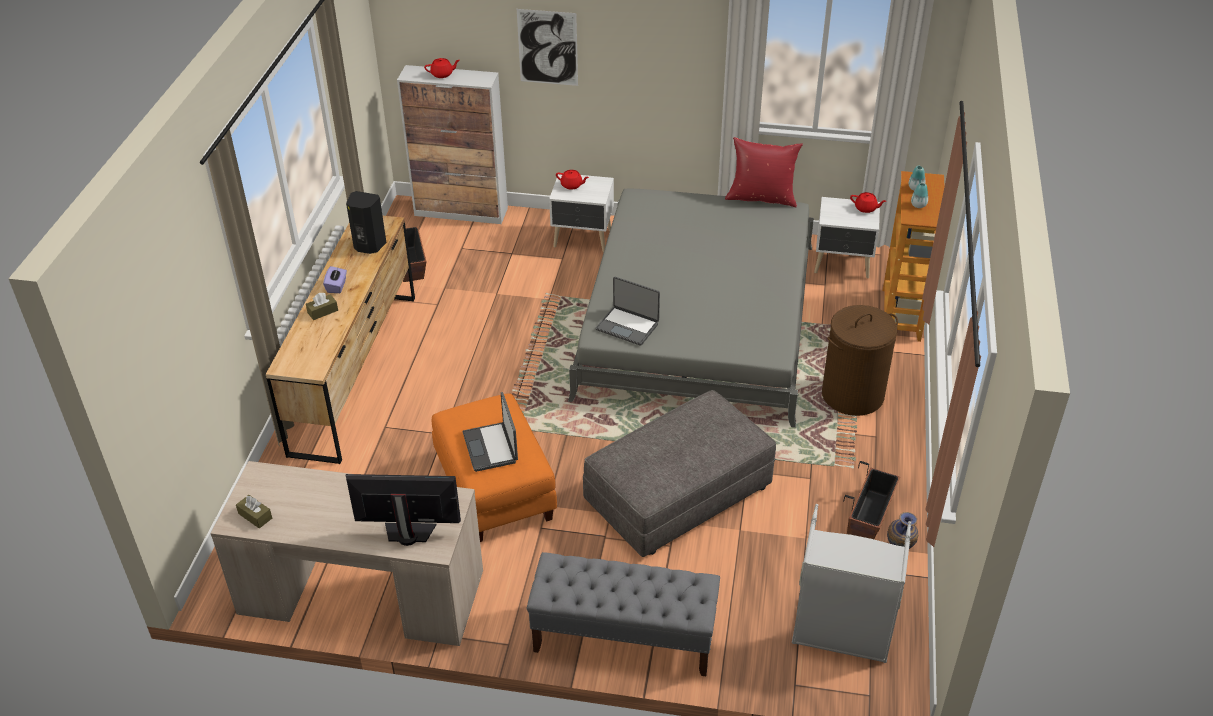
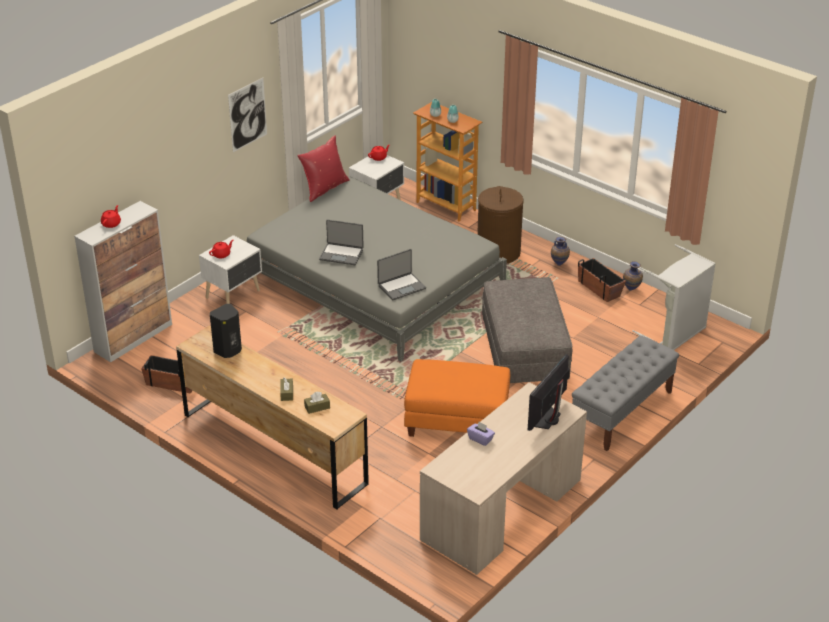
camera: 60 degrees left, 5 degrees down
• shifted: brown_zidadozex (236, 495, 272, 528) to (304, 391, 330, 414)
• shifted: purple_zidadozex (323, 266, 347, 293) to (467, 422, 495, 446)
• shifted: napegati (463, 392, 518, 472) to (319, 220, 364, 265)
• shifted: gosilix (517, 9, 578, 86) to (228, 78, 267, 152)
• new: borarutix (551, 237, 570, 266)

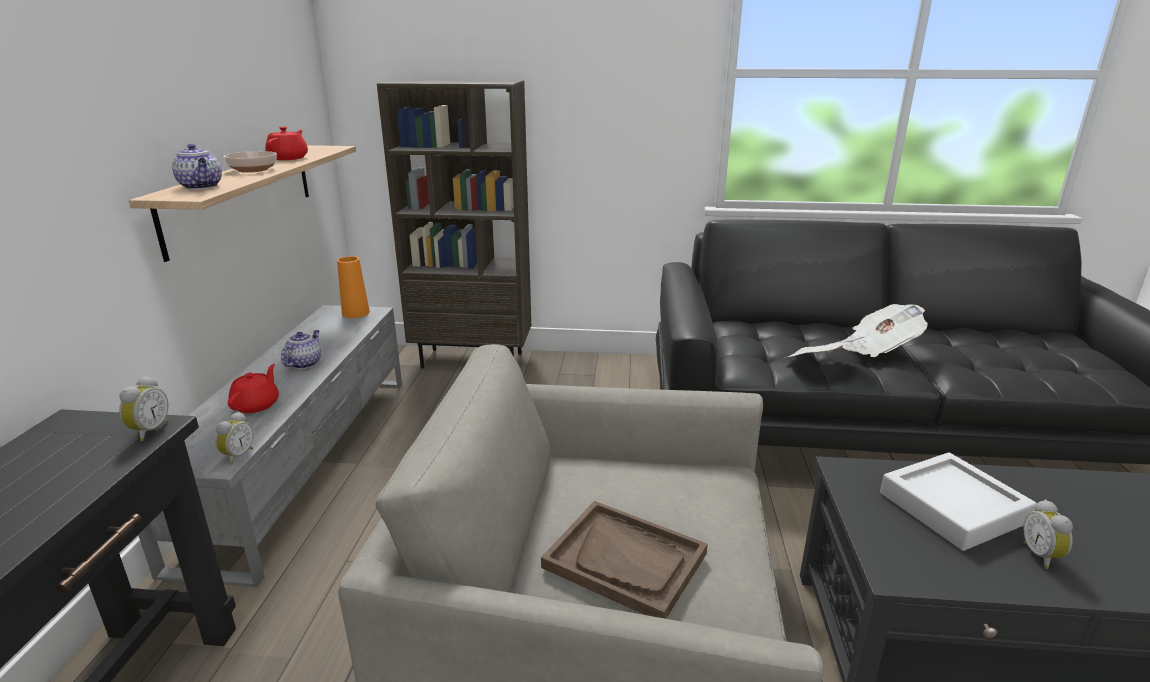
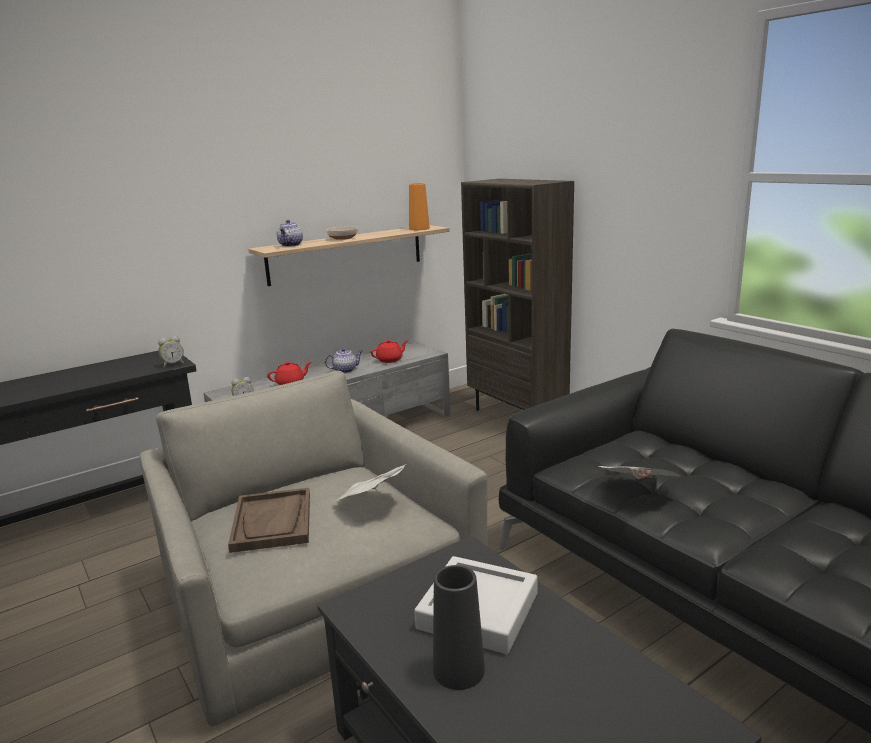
camera: 50 degrees right, 5 degrees down
• shifted: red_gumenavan (265, 127, 308, 160) to (371, 340, 408, 363)
• shifted: orange_borarutix (337, 256, 370, 318) to (409, 183, 430, 230)
• shifted: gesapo (842, 304, 928, 357) to (333, 464, 406, 502)
• swapped: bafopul (1023, 500, 1073, 569) to black_borarutix (433, 565, 485, 690)

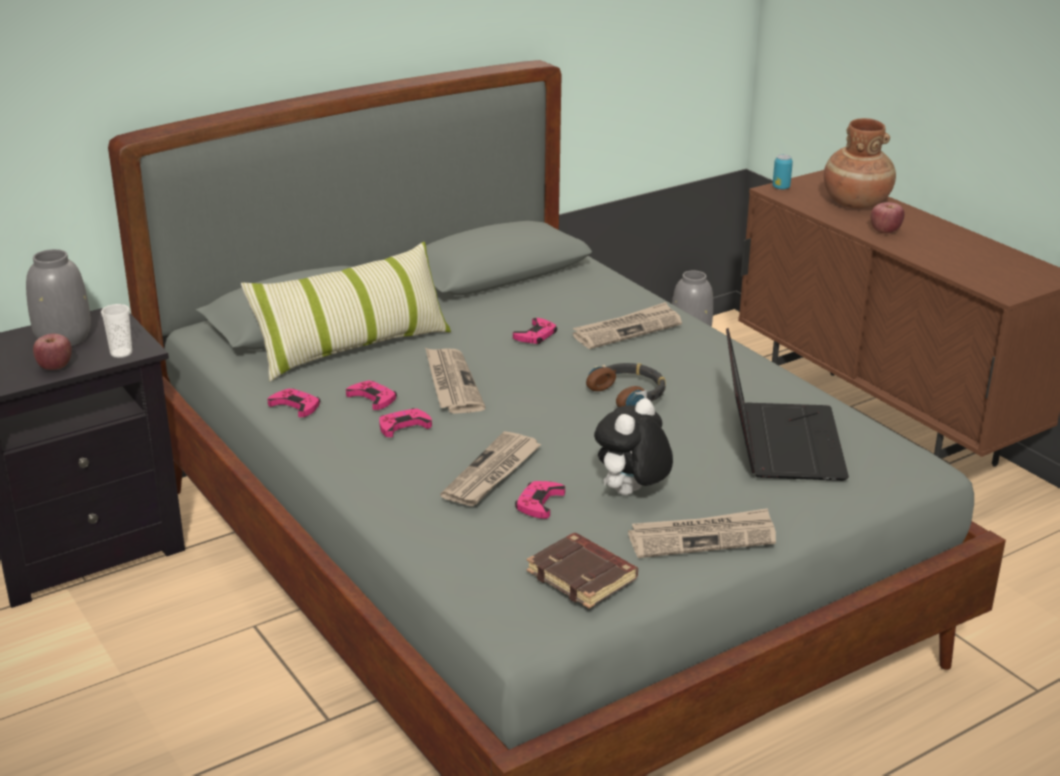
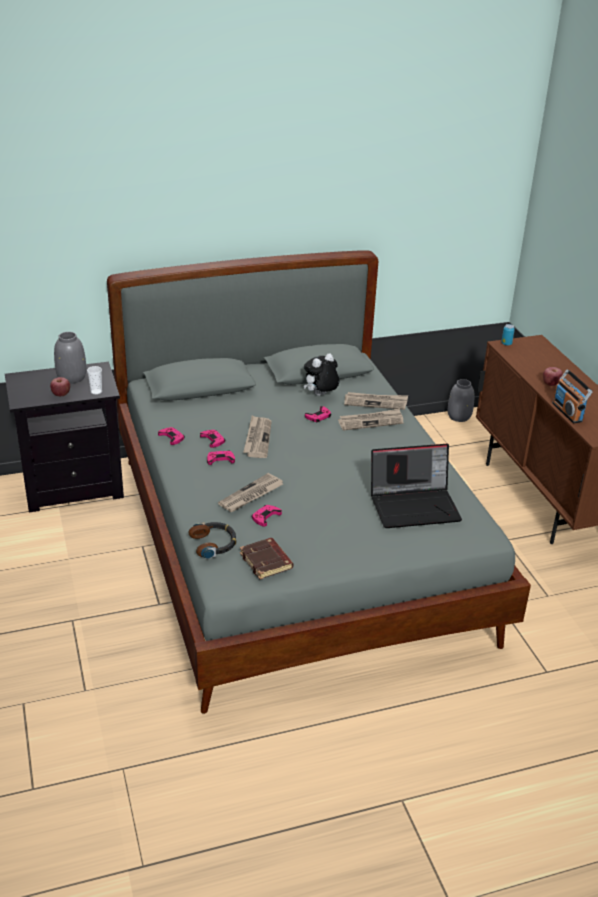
camera: 15 degrees right, 5 degrees up
• gone: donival (241, 242, 451, 382)
• shifted: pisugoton (586, 363, 666, 407) to (189, 522, 236, 559)
• shifted: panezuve (594, 398, 673, 495) to (304, 353, 339, 396)
• shifted: gesapo (628, 508, 776, 558) to (344, 392, 408, 410)
• rotated: napegati (726, 328, 849, 481) = (371, 444, 462, 528) 60 degrees clockwise
• gone: brown_borarutix (824, 118, 896, 208)
• new: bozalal (552, 370, 593, 423)

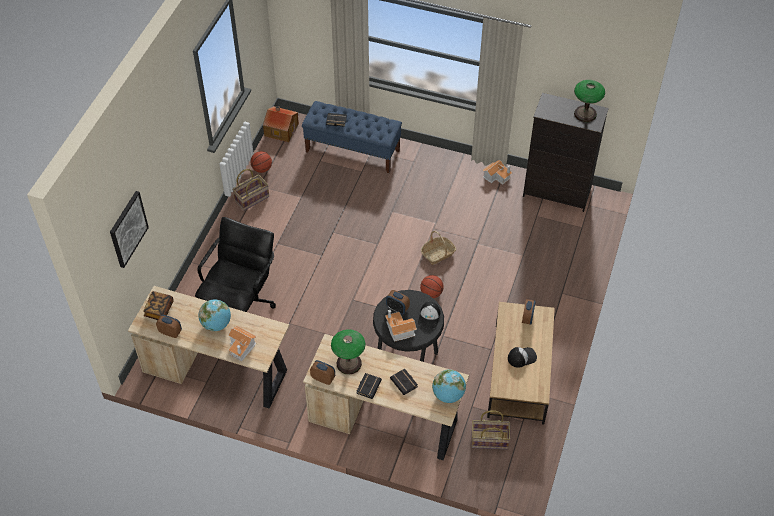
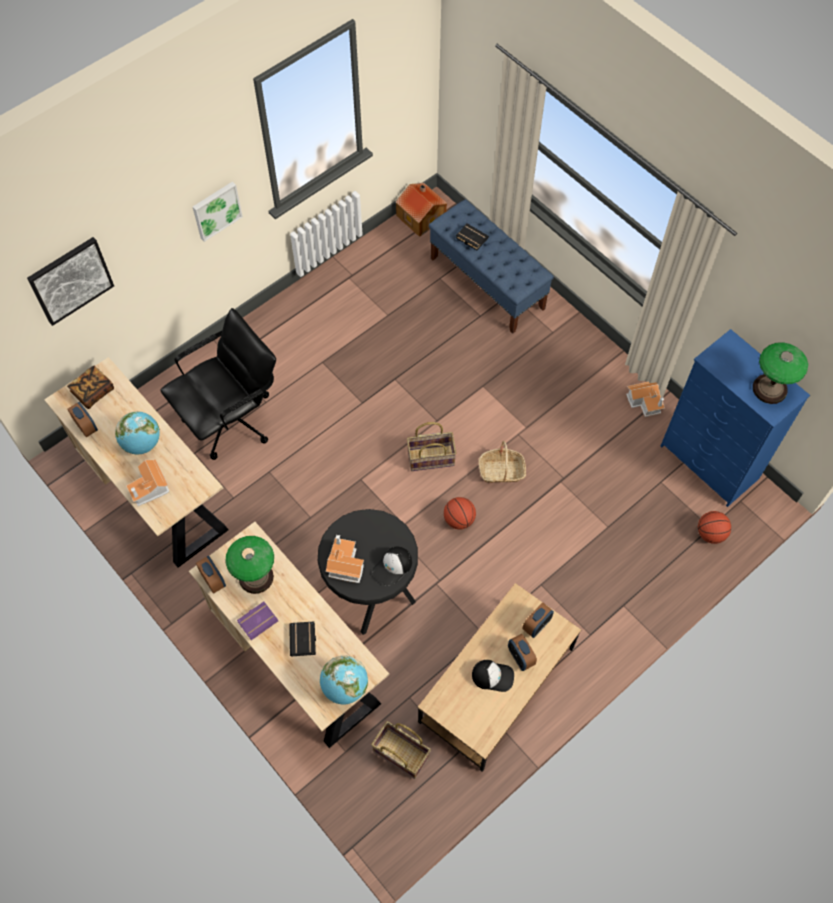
camera: 30 degrees right, 10 degrees up
• shifted: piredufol (233, 169, 269, 211) to (407, 422, 456, 471)
• shifted: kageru (250, 151, 272, 173) to (698, 511, 731, 544)
• repainted: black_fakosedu (356, 373, 382, 399) to purple_fakosedu (237, 602, 278, 640)
• shifted: bafopul (386, 290, 410, 314) to (508, 634, 537, 671)
• repainted: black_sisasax (523, 93, 609, 212) to blue_sisasax (661, 329, 810, 507)
• new: gosilix (193, 181, 243, 242)

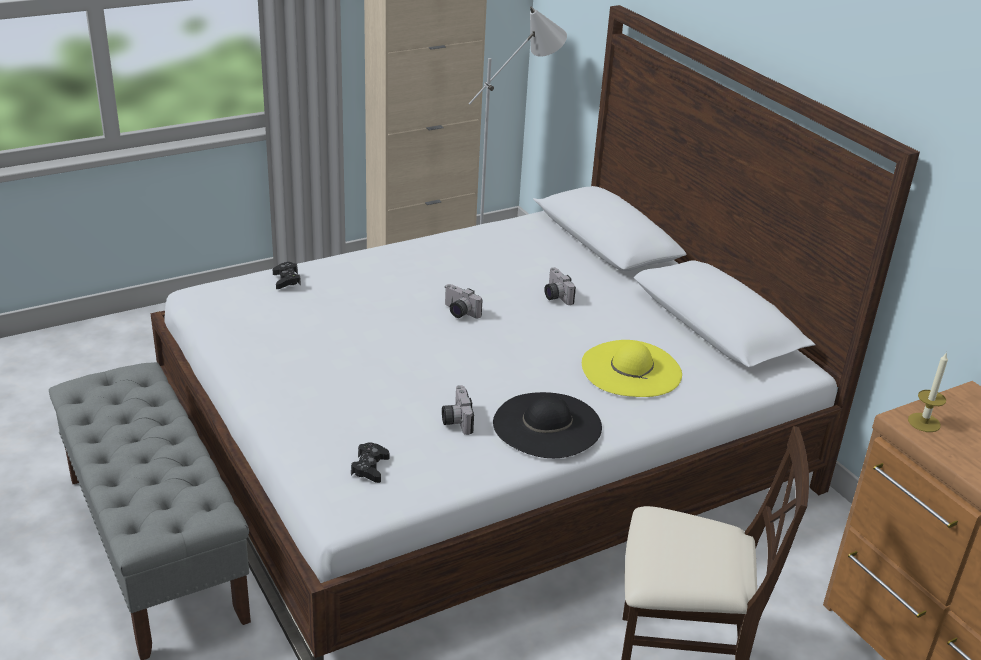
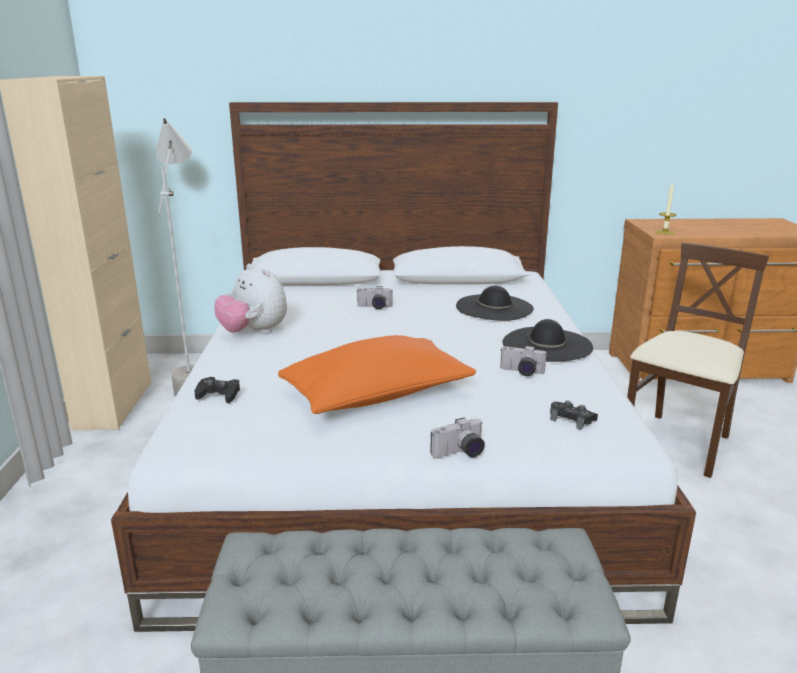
camera: 60 degrees left, 10 degrees down
• shifted: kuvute (445, 284, 482, 318) to (430, 418, 485, 458)
• repainted: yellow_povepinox (582, 340, 682, 397) to black_povepinox (456, 286, 534, 321)
• new: panezuve (214, 264, 287, 334)
• new: orange_donival (278, 335, 476, 414)

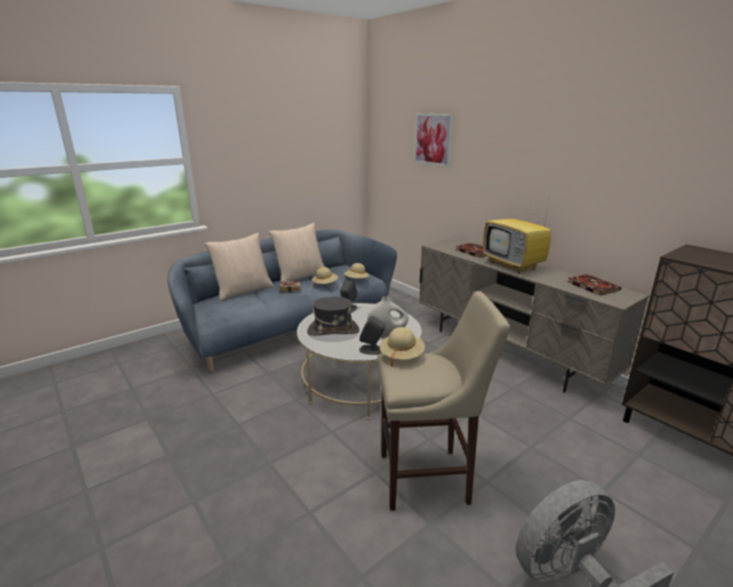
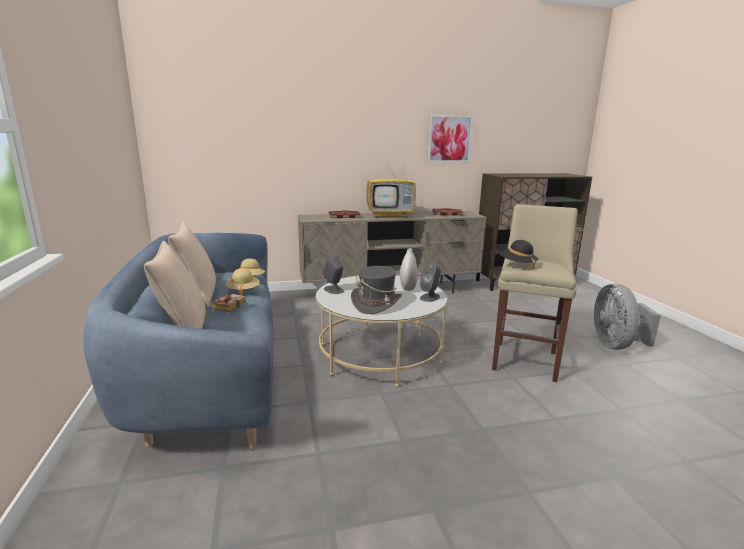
camera: 65 degrees left, 5 degrees down
• repainted: beige_povepinox (380, 327, 425, 367) to black_povepinox (499, 240, 538, 270)
• shifted: gosilix (414, 114, 453, 167) to (427, 115, 474, 163)

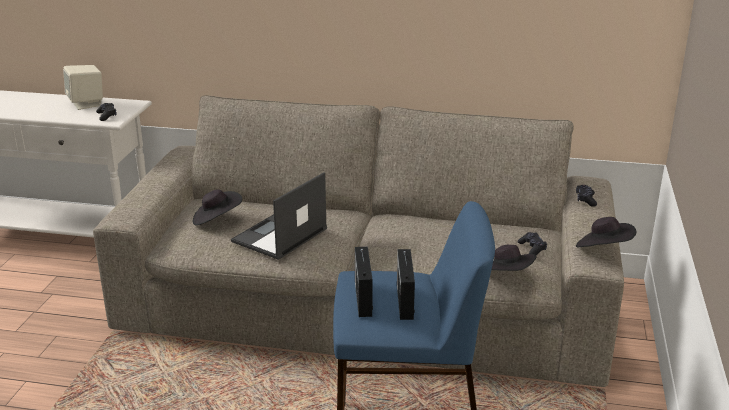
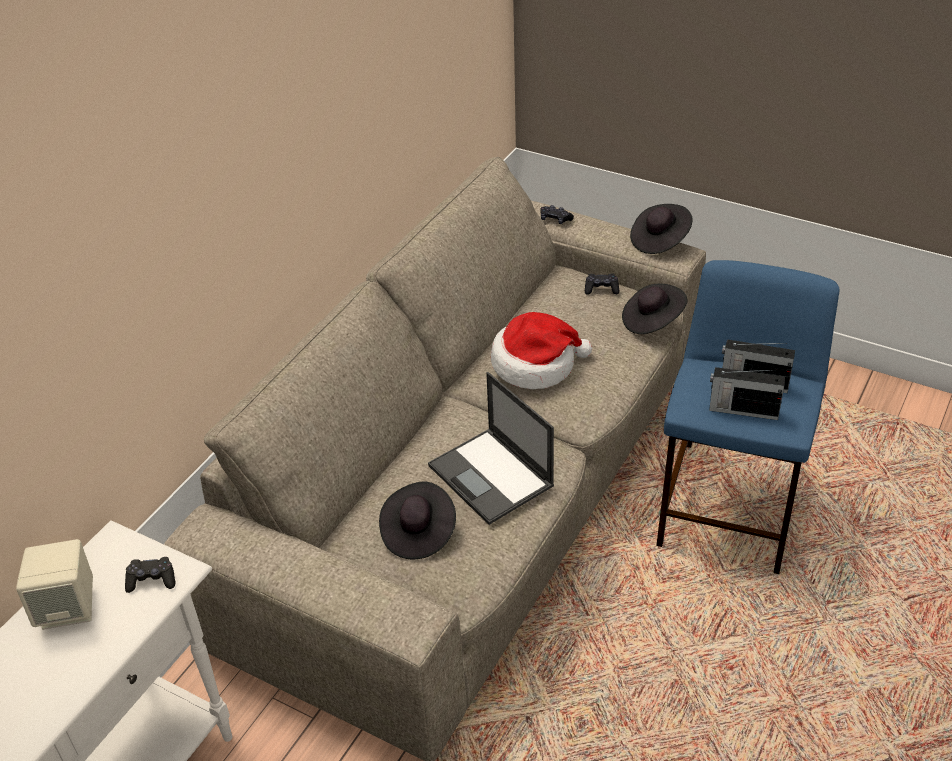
camera: 70 degrees left, 15 degrees up
• new: povepinox (491, 312, 592, 389)

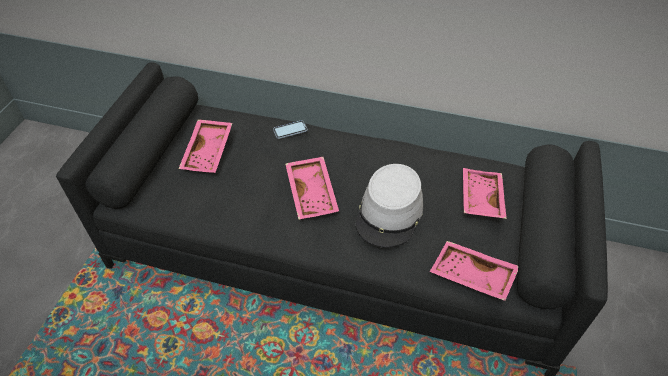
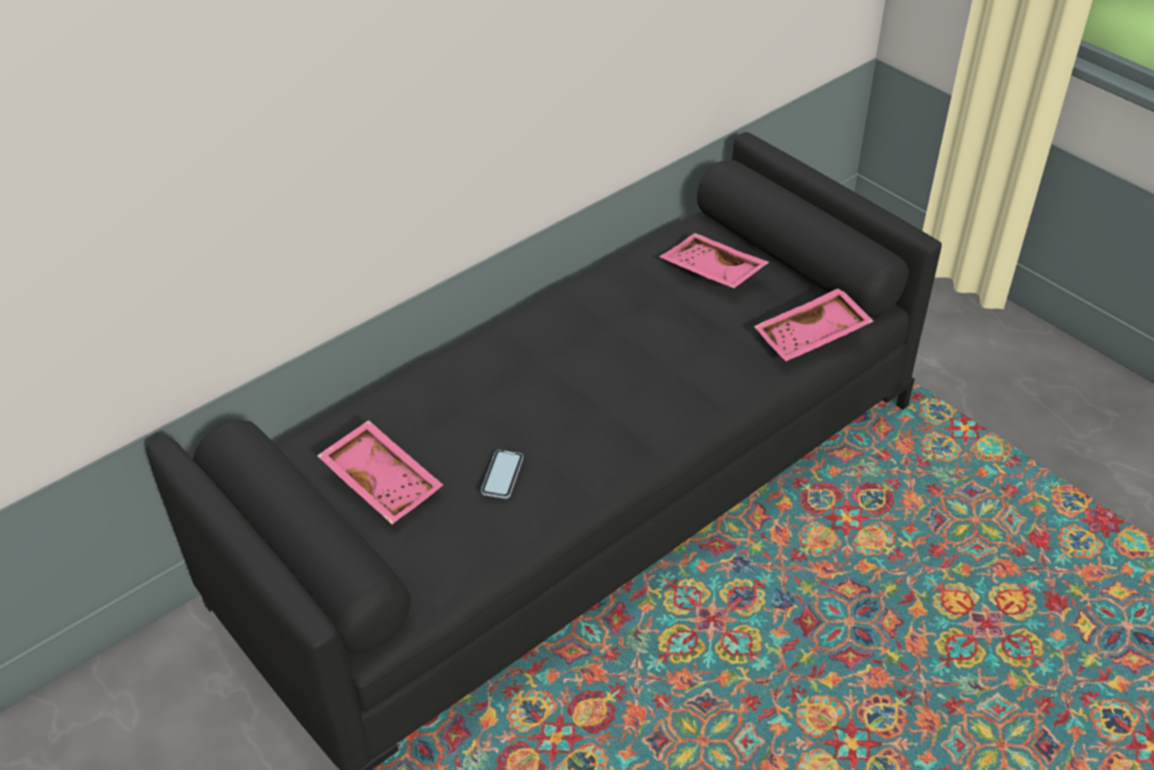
camera: 55 degrees left, 5 degrees down
• shifted: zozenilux (273, 121, 307, 139) to (481, 450, 523, 499)
• gone: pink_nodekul (285, 157, 339, 219)
• gone: grey_povepinox (355, 164, 423, 248)

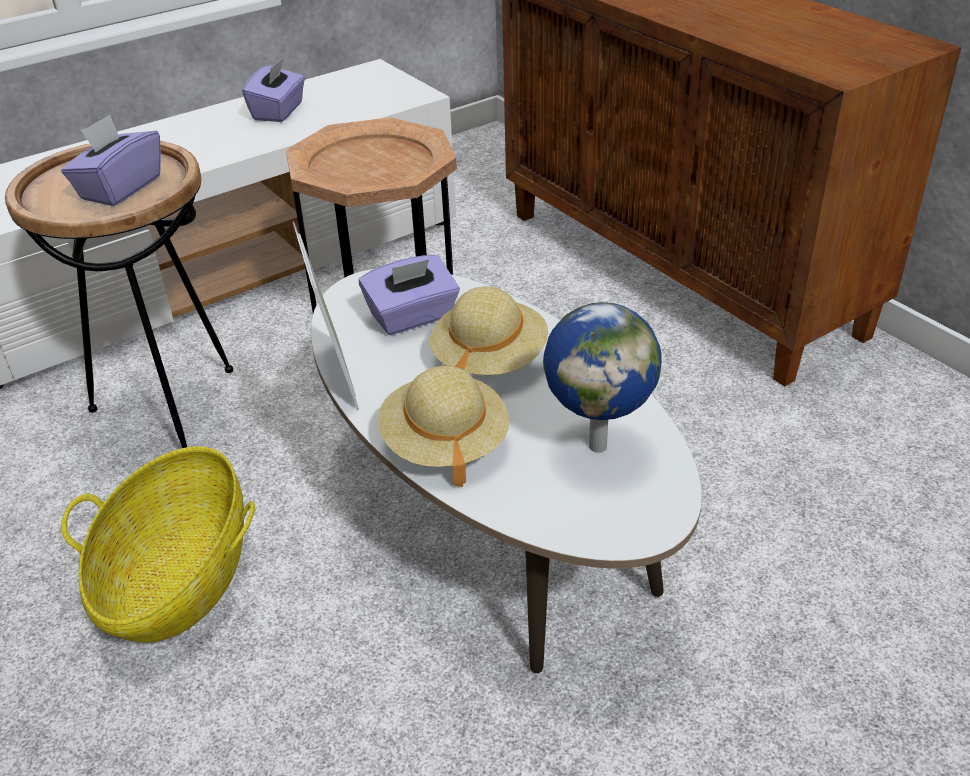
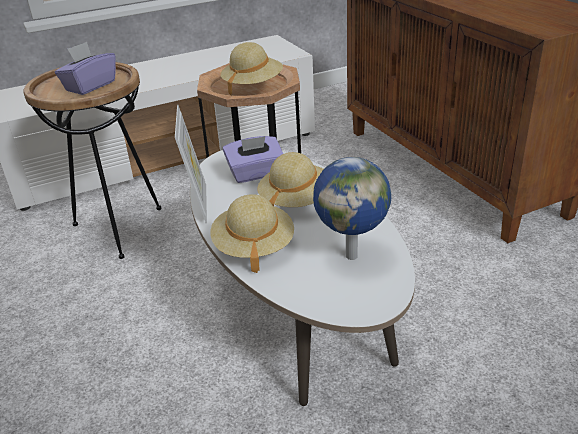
camera: 10 degrees right, 5 degrees down
• gone: piredufol (61, 446, 255, 642)
• gone: purple_zidadozex (242, 58, 305, 122)
• new: beige_povepinox (220, 42, 283, 95)

